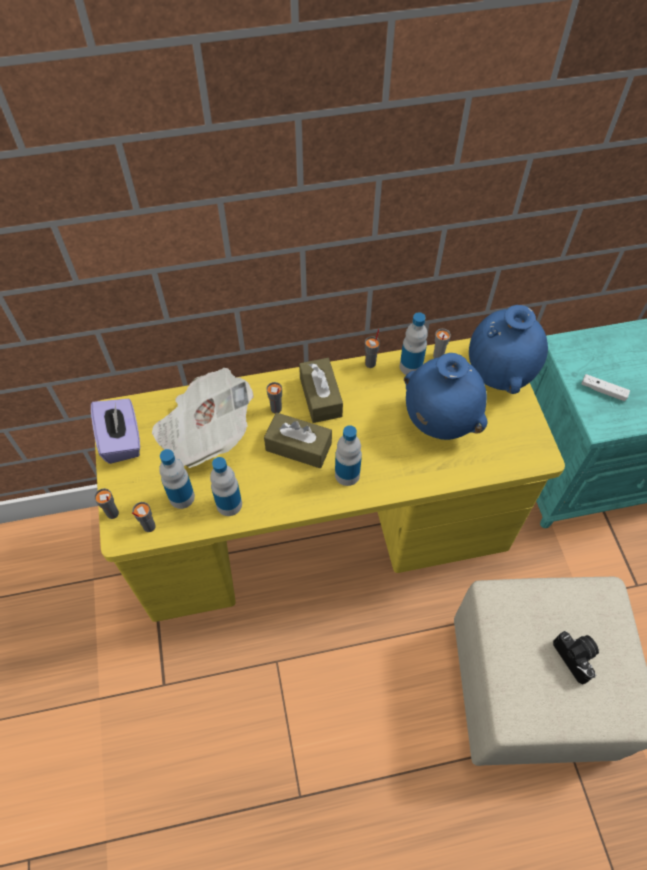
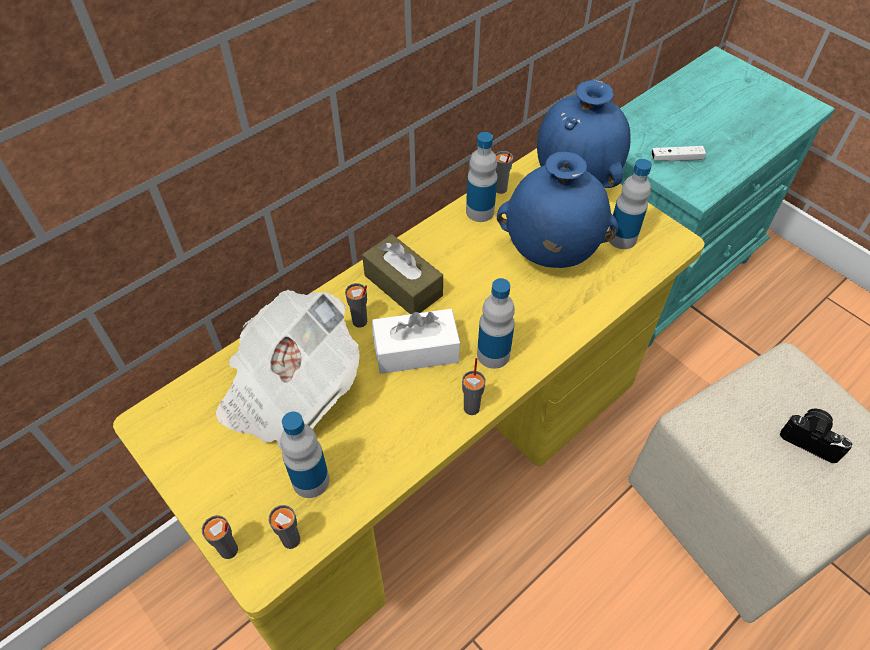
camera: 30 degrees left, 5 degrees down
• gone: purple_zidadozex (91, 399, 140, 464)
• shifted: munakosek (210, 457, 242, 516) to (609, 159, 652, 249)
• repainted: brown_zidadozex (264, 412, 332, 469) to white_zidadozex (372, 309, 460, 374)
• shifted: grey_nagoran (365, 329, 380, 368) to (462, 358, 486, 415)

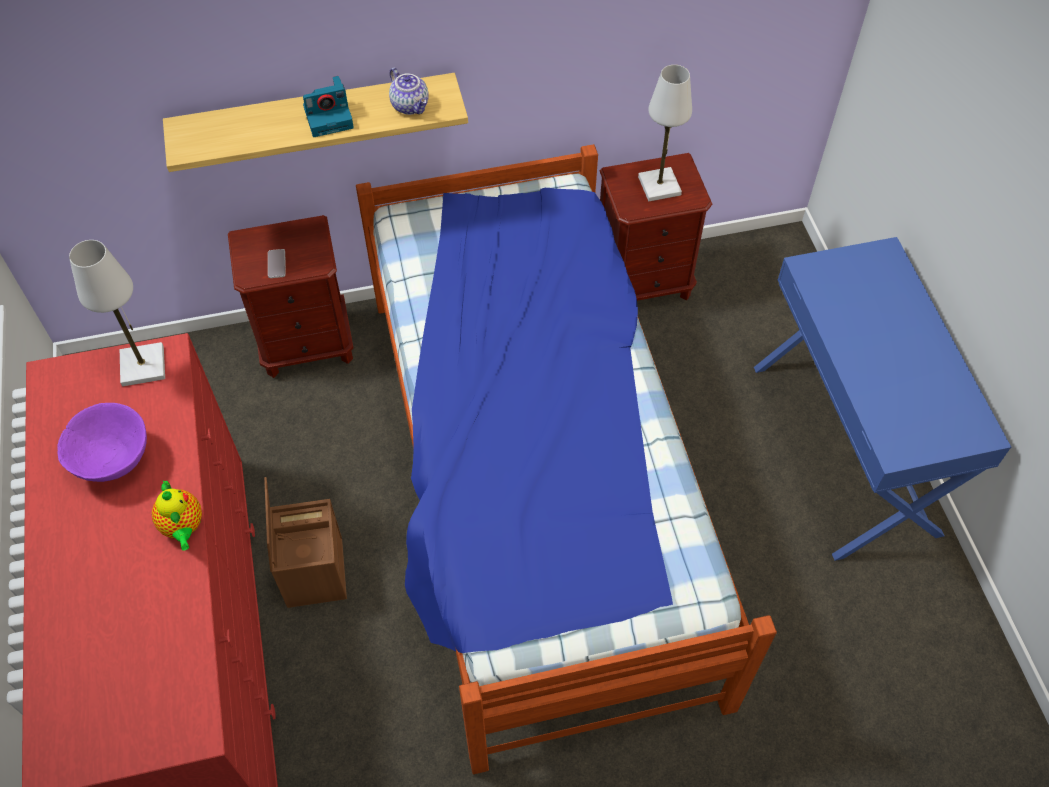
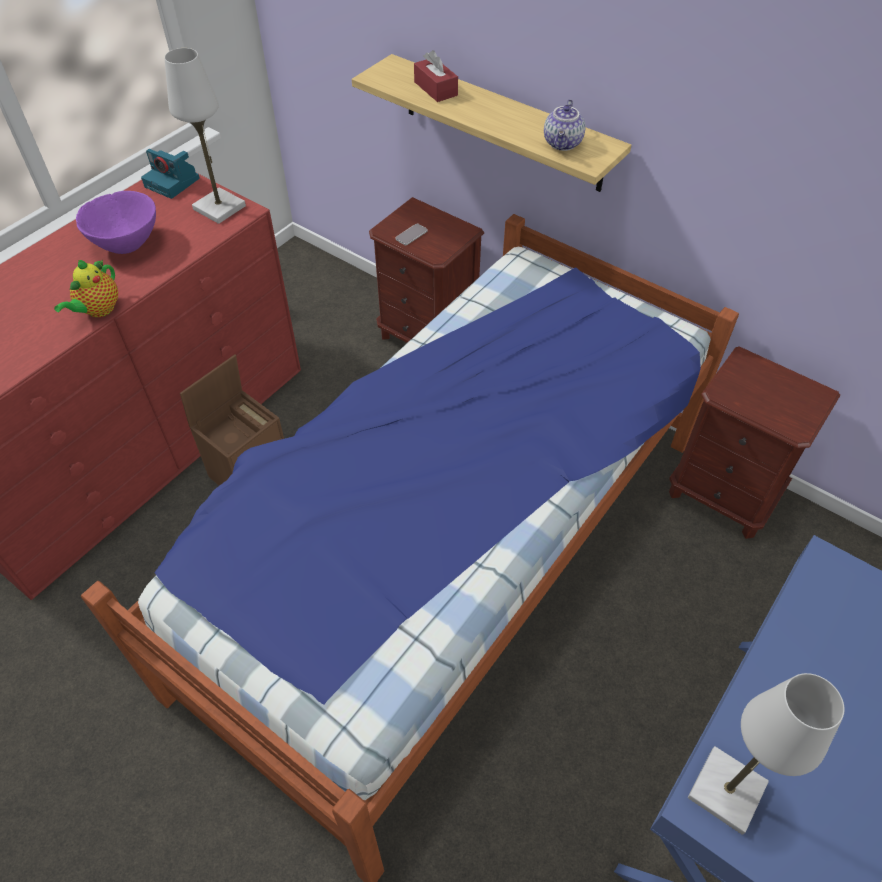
camera: 50 degrees right, 5 degrees down
• shifted: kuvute (303, 76, 354, 137) to (141, 149, 200, 199)
• shifted: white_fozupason (638, 65, 692, 201) to (688, 673, 845, 835)
• new: red_zidadozex (414, 50, 458, 102)

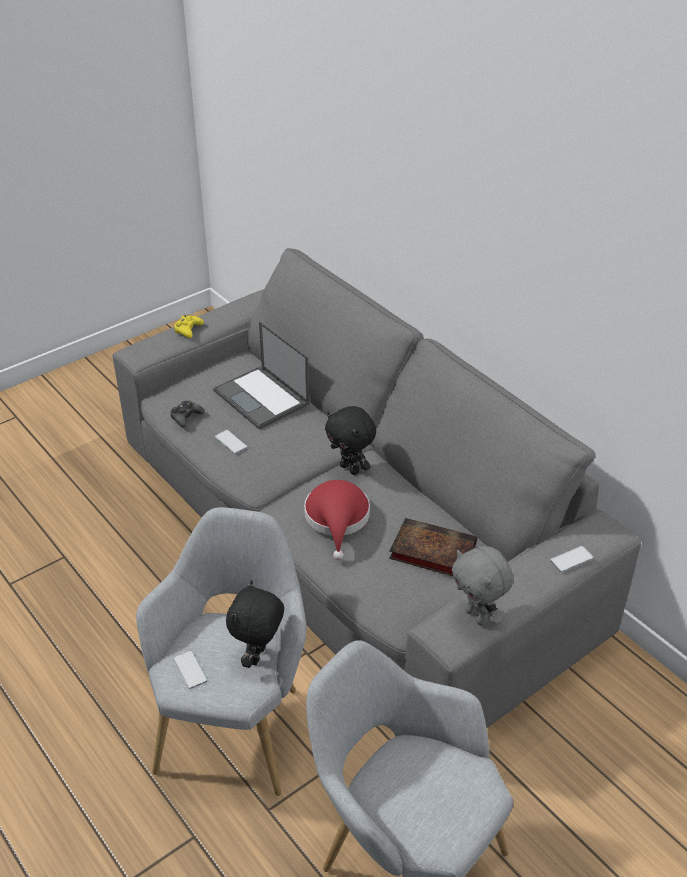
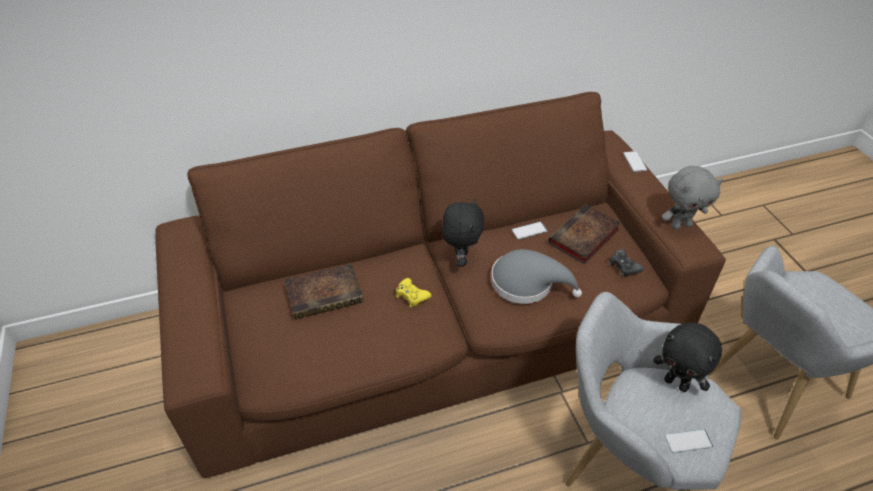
camera: 70 degrees left, 5 degrees up
• repainted: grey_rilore (113, 248, 641, 728) to brown_rilore (155, 92, 726, 478)
• shifted: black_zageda (170, 400, 205, 427) to (609, 249, 644, 277)
• shifted: yellow_zageda (174, 315, 204, 338) to (396, 278, 432, 307)
• swapped: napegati (213, 321, 309, 430) to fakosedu (285, 264, 363, 320)
• shifted: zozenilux (215, 430, 248, 454) to (512, 222, 548, 239)
• repainted: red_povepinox (304, 480, 370, 560) to grey_povepinox (491, 249, 582, 304)
• rotated: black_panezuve (325, 406, 376, 475) = (442, 199, 484, 267) 60 degrees counterclockwise

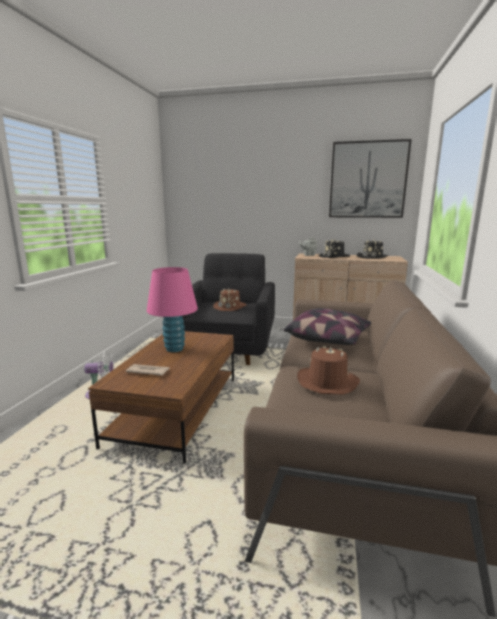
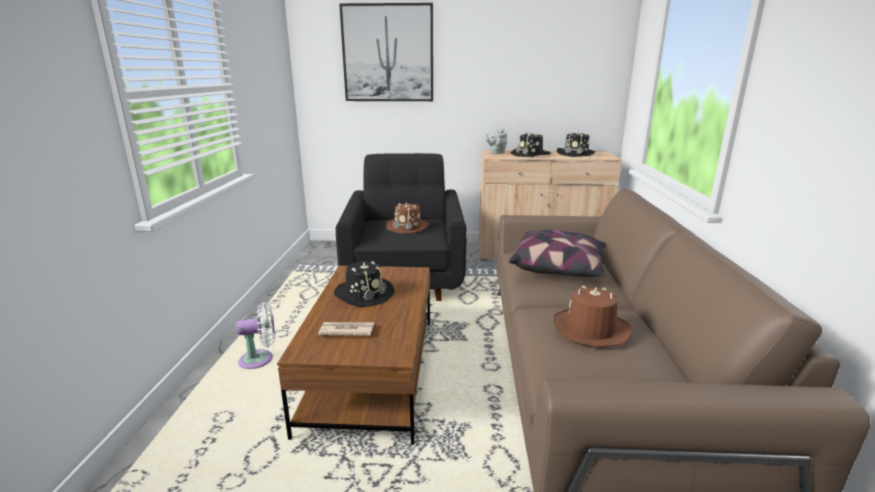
camera: 10 degrees left, 5 degrees up
• swapped: pink_fozupason (147, 267, 198, 352) to black_povepinox (334, 261, 394, 307)
• shifted: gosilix (329, 139, 411, 218) to (339, 3, 433, 101)

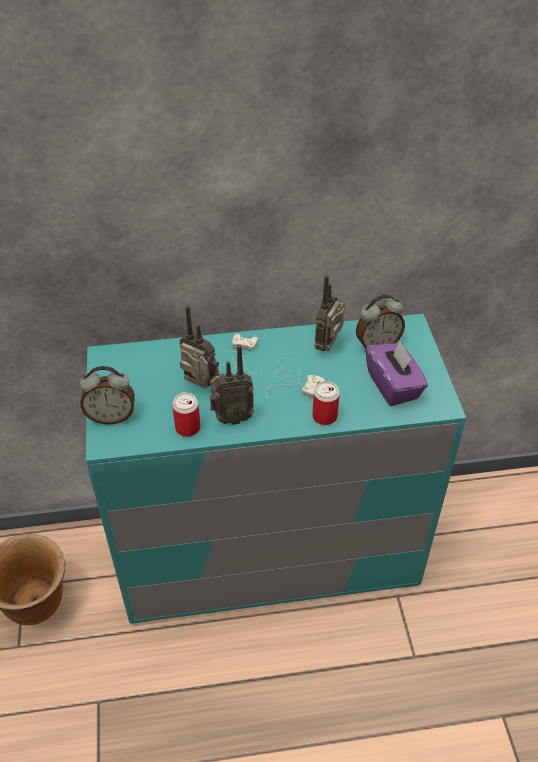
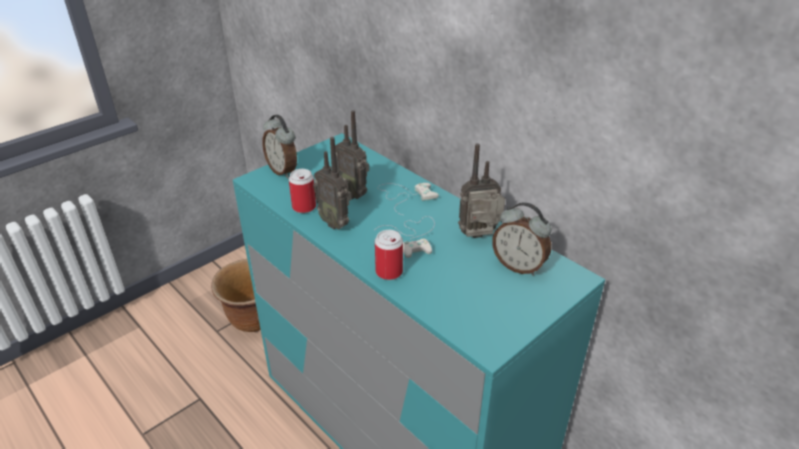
camera: 55 degrees right, 10 degrees down
• rotated: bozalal (180, 305, 219, 389) = (335, 110, 369, 200) 135 degrees clockwise
• gone: purple_zidadozex (366, 340, 428, 406)

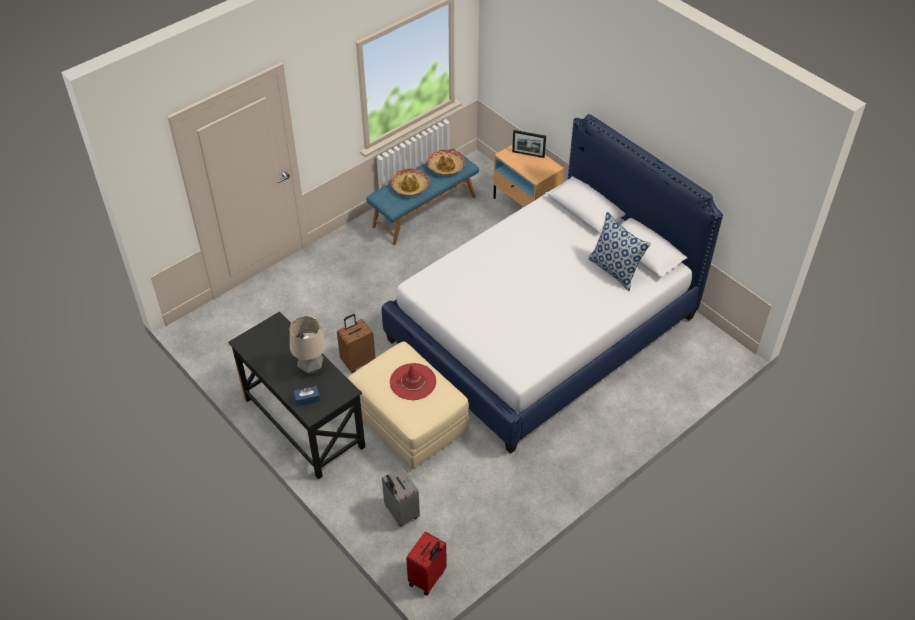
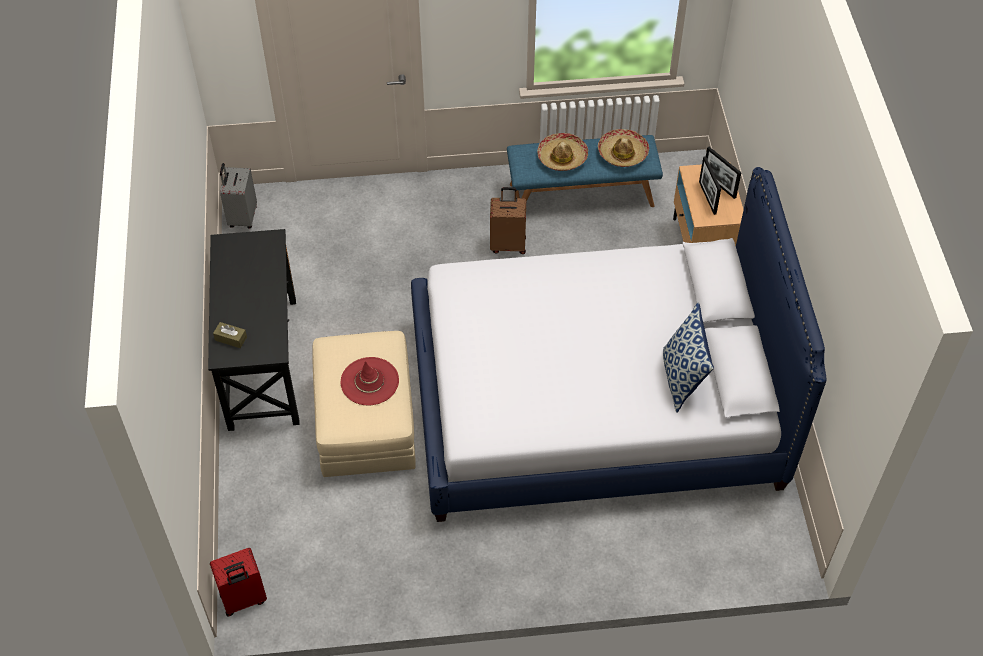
camera: 35 degrees right, 5 degrees up
• gone: fozupason (290, 316, 326, 374)
• repainted: blue_zidadozex (294, 386, 320, 406) to brown_zidadozex (213, 322, 247, 348)
• shifted: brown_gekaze (337, 314, 375, 373) to (490, 187, 526, 254)
• shifted: grey_gekaze (382, 467, 420, 527) to (220, 163, 257, 228)
• new: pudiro (699, 156, 721, 215)

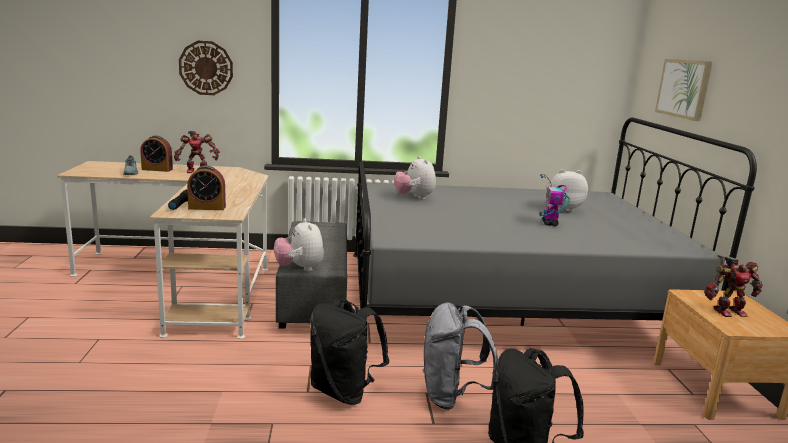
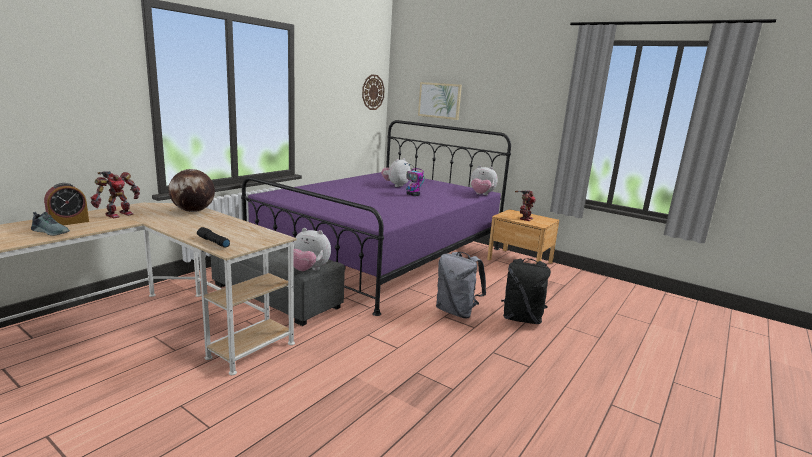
camera: 50 degrees left, 0 degrees up
• shifted: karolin (179, 41, 233, 95) to (362, 74, 385, 110)
• gone: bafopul (187, 165, 226, 210)
• gone: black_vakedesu (310, 299, 389, 405)
• repainted: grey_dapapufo (353, 118, 757, 353) to purple_dapapufo (241, 120, 511, 316)
• shifted: panezuve (394, 156, 436, 199) to (470, 165, 498, 195)
• new: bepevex (168, 169, 215, 212)

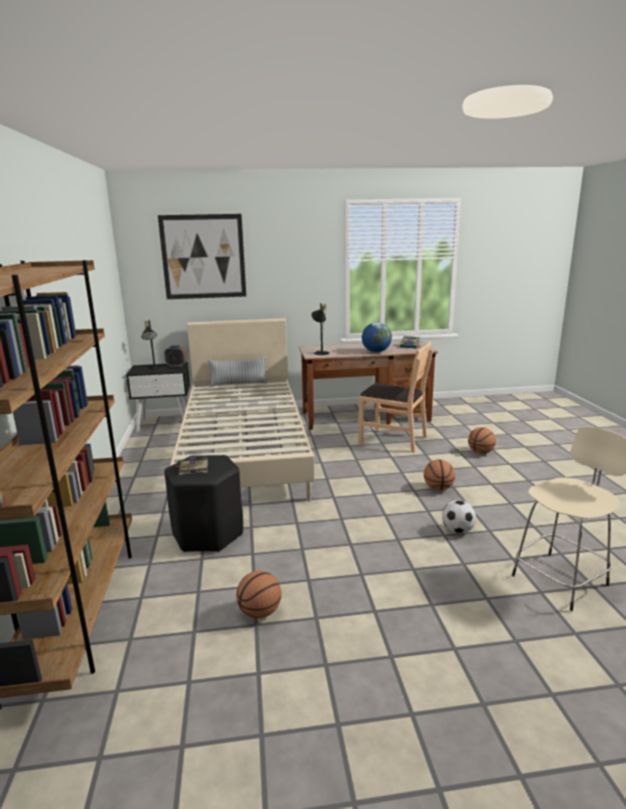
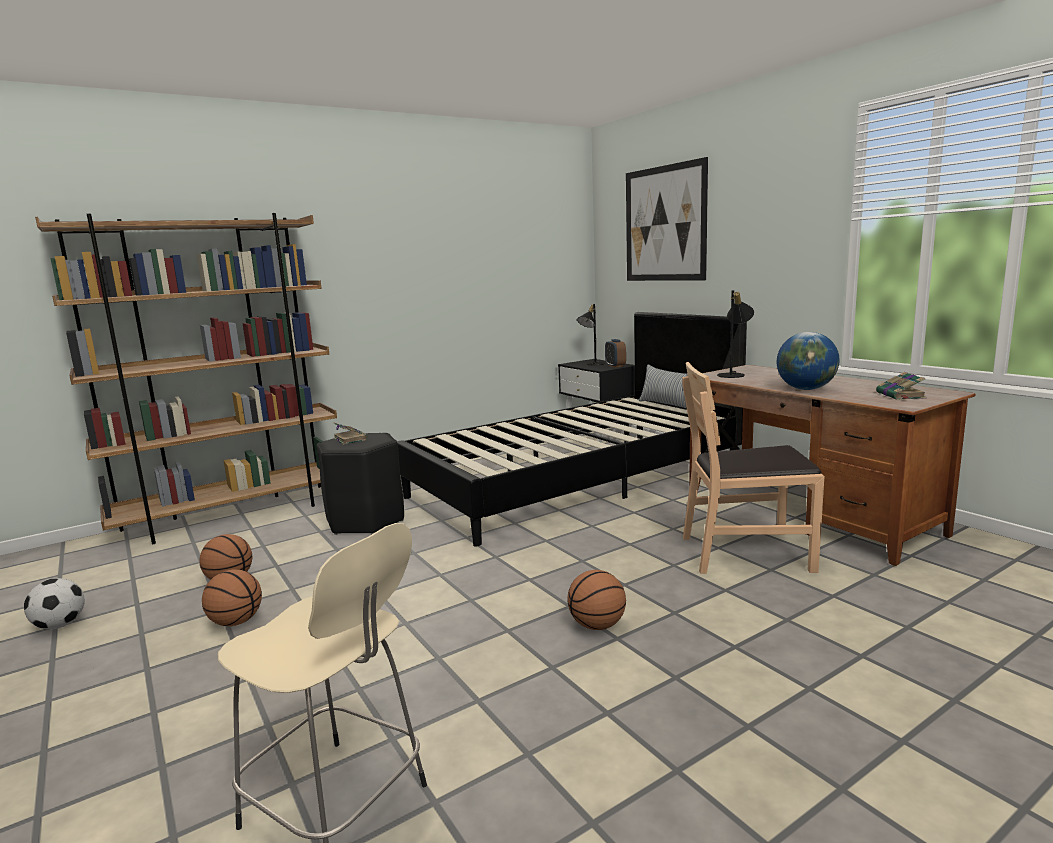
camera: 65 degrees right, 5 degrees down
• repainted: beige_dapapufo (170, 318, 315, 501) to black_dapapufo (397, 312, 747, 547)
• rotated: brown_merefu (358, 341, 433, 453) = (682, 362, 824, 574) 90 degrees clockwise
• shifted: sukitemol (442, 500, 476, 533) to (24, 578, 85, 629)
• shifted: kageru (468, 427, 496, 454) to (202, 569, 262, 626)

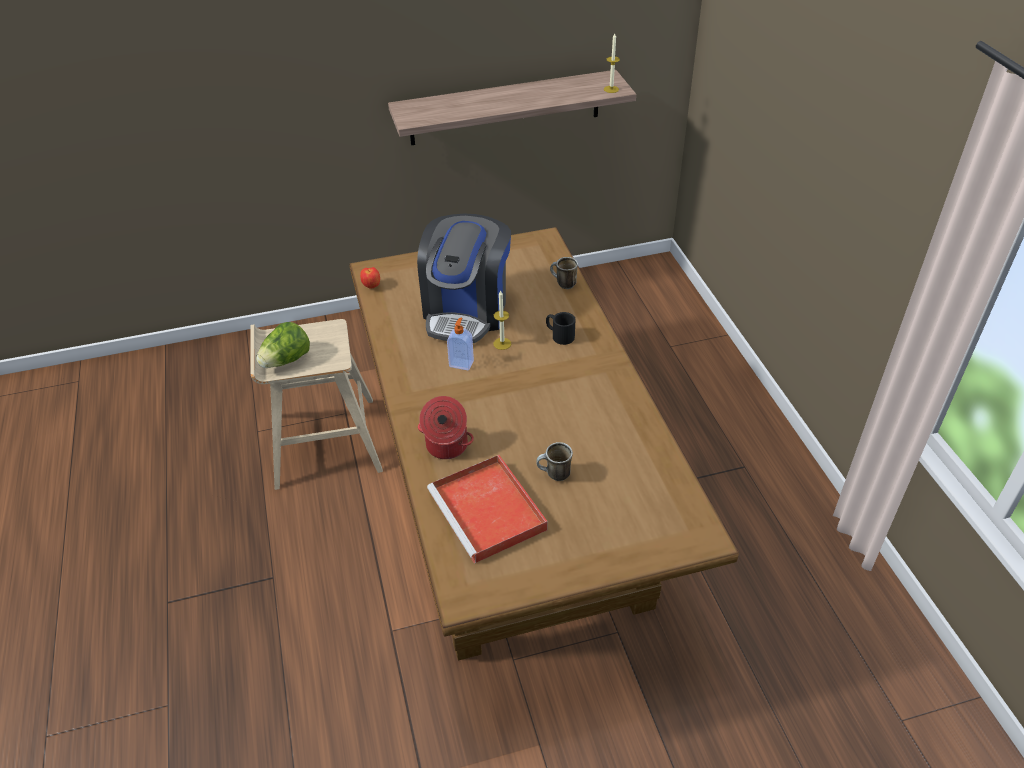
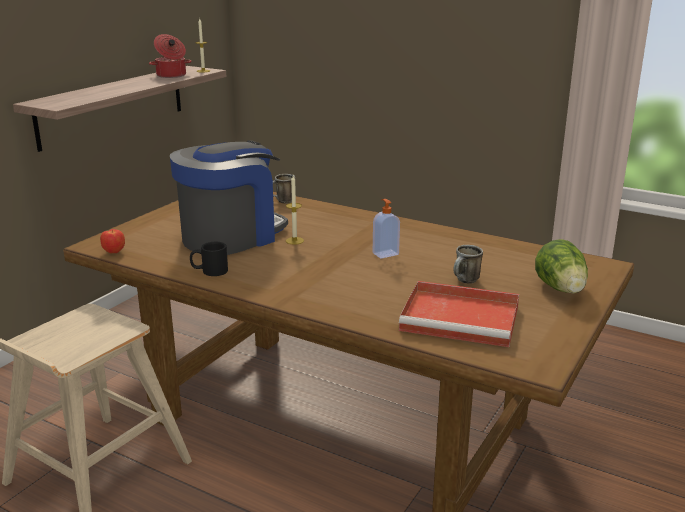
camera: 45 degrees left, 20 degrees down
• shifted: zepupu (256, 322, 310, 368) to (535, 239, 588, 294)
• rotated: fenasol (417, 214, 511, 343) = (170, 140, 288, 255) 105 degrees counterclockwise
• shifted: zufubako (418, 396, 474, 459) to (149, 34, 192, 78)
• shifted: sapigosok (447, 318, 474, 370) to (373, 199, 400, 259)
• shifted: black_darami (546, 312, 576, 345) to (190, 242, 228, 276)

